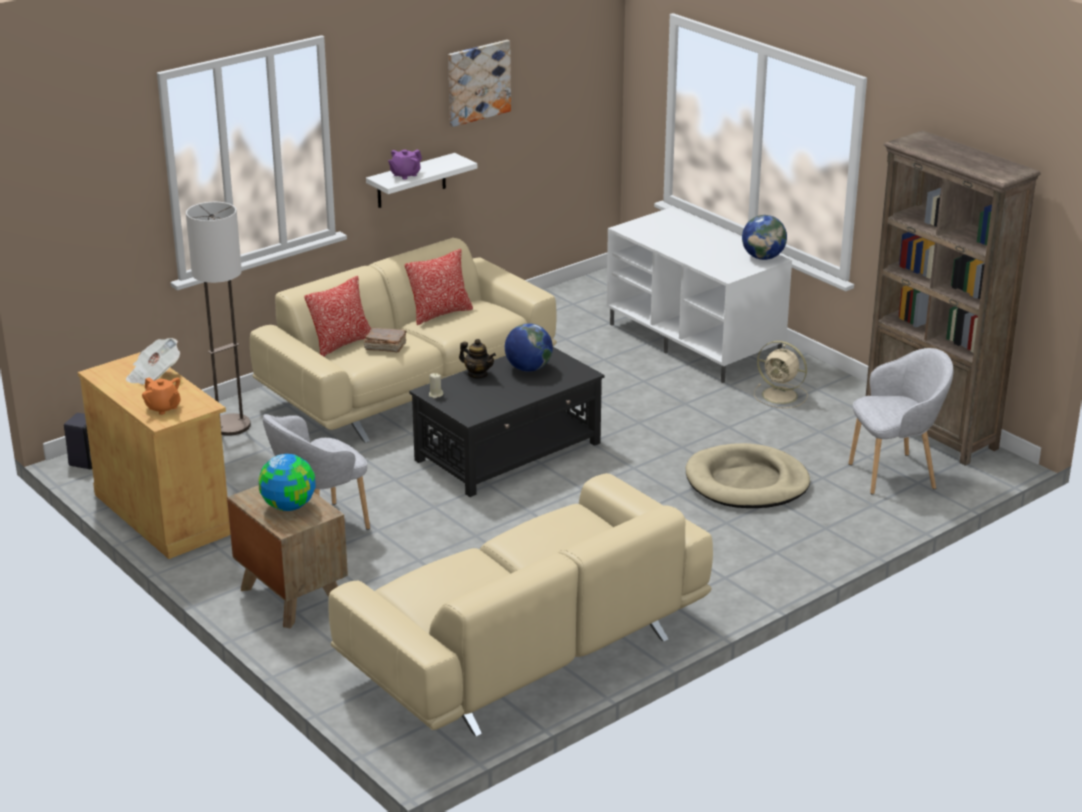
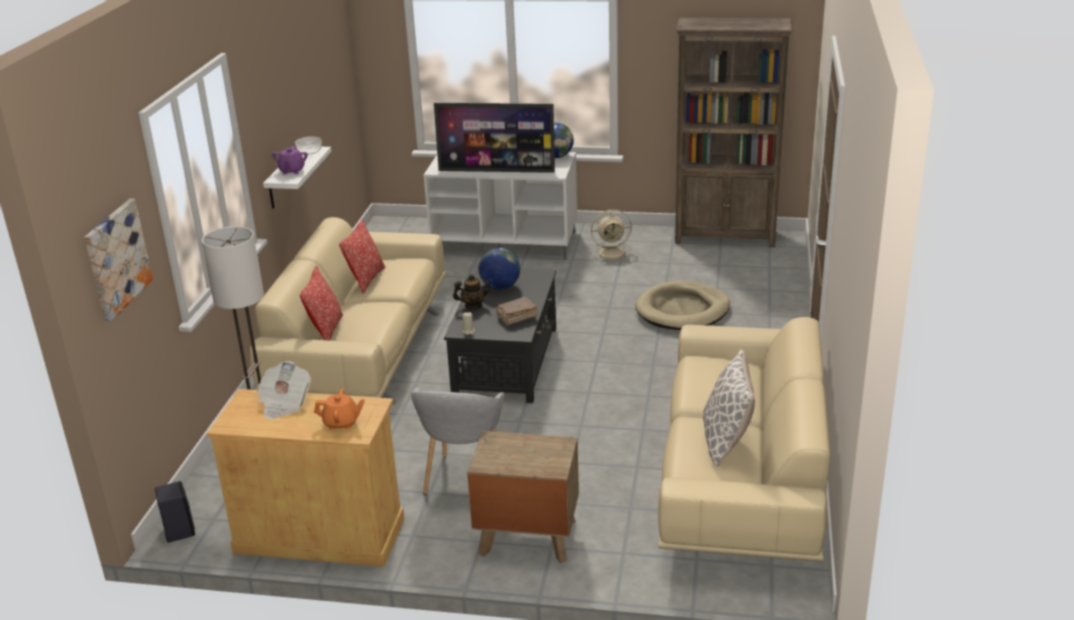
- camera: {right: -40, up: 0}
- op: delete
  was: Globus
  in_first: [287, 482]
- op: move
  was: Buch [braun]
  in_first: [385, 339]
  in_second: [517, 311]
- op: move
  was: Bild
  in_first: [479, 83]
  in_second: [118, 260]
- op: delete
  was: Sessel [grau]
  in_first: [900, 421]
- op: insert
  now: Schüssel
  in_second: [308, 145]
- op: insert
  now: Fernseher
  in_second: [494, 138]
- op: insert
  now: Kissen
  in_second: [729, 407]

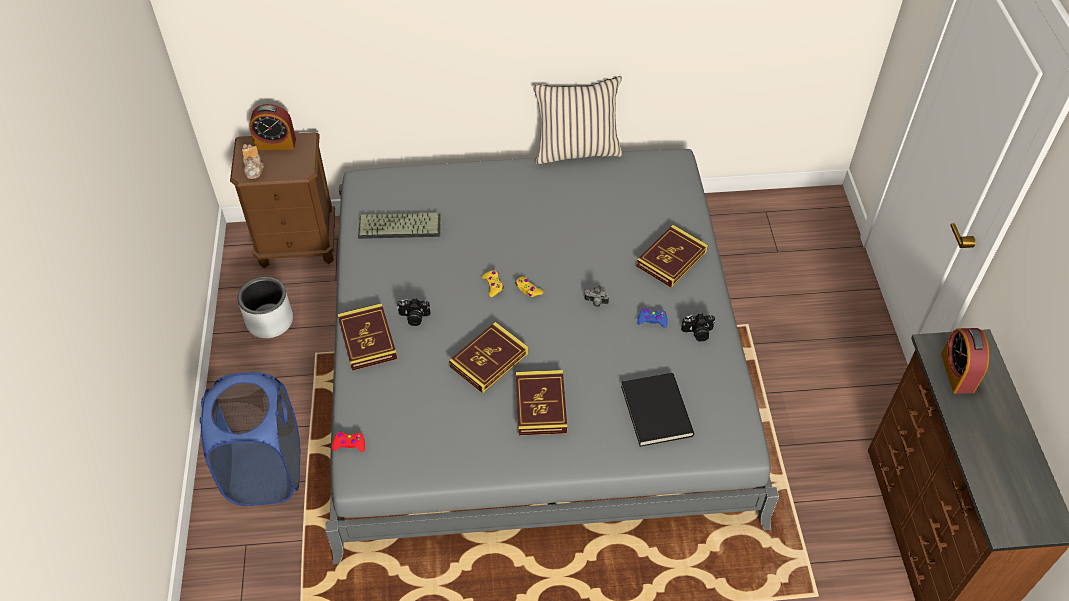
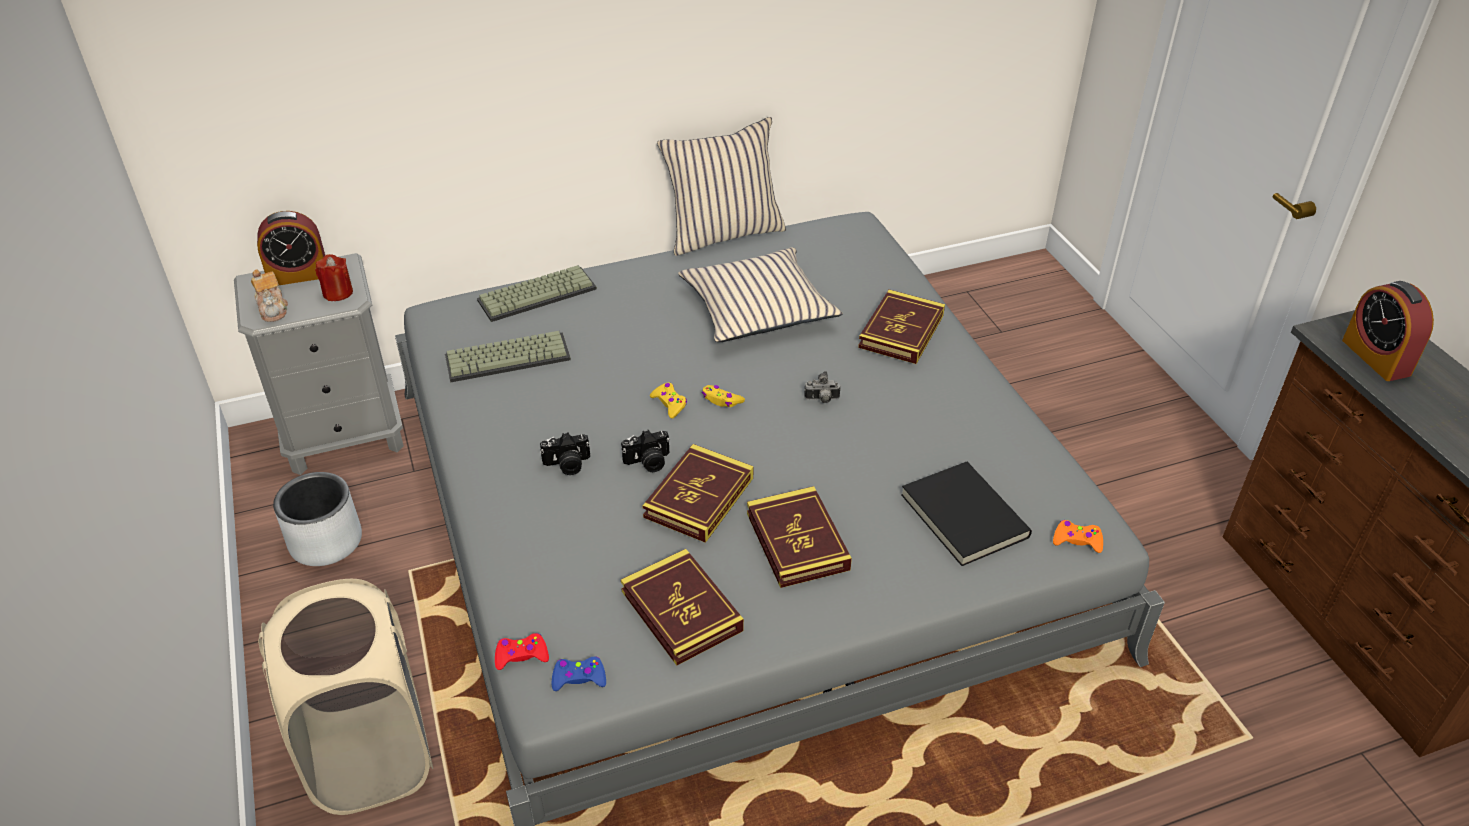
- camera: {right: -15, up: -10}
- op: recolor
  was: Wäschekorb [blau]
  now: Wäschekorb [beige]
  in_first: [250, 439]
  in_second: [345, 697]
- op: recolor
  was: Nachttisch [braun]
  now: Nachttisch [grau]
  in_first: [282, 200]
  in_second: [319, 364]
- op: move
  was: Buch
  in_first: [367, 337]
  in_second: [682, 607]
- op: move
  was: Gamepad [blau]
  in_first: [652, 318]
  in_second: [579, 674]
- op: move
  was: Kamera
  in_first: [698, 327]
  in_second: [645, 451]
- op: insert
  now: Kerze [rot]
  in_second: [334, 277]
- op: insert
  now: Tastatur
  in_second: [537, 293]
- op: insert
  now: Kissen [beige]
  in_second: [760, 294]
- op: insert
  now: Gamepad [orange]
  in_second: [1078, 536]

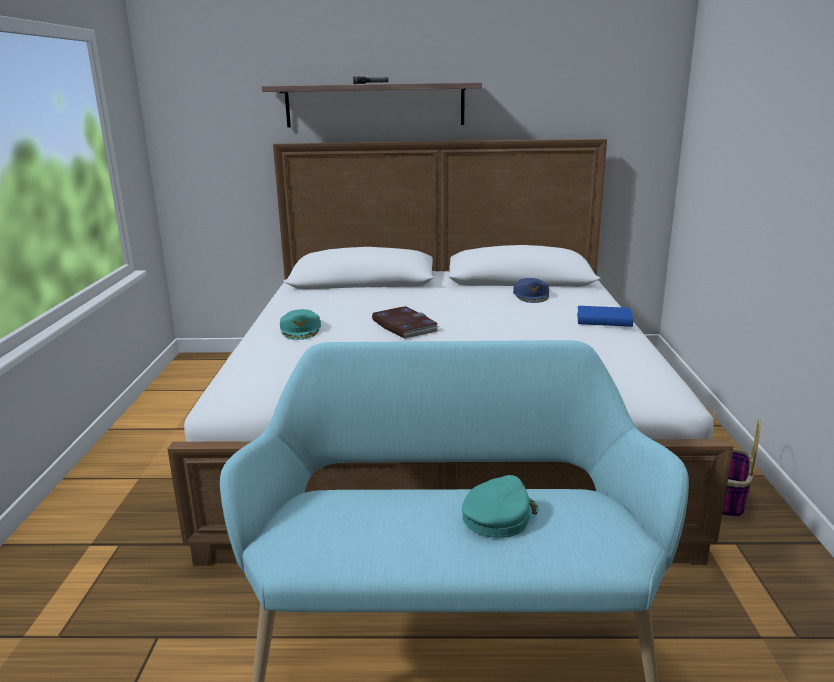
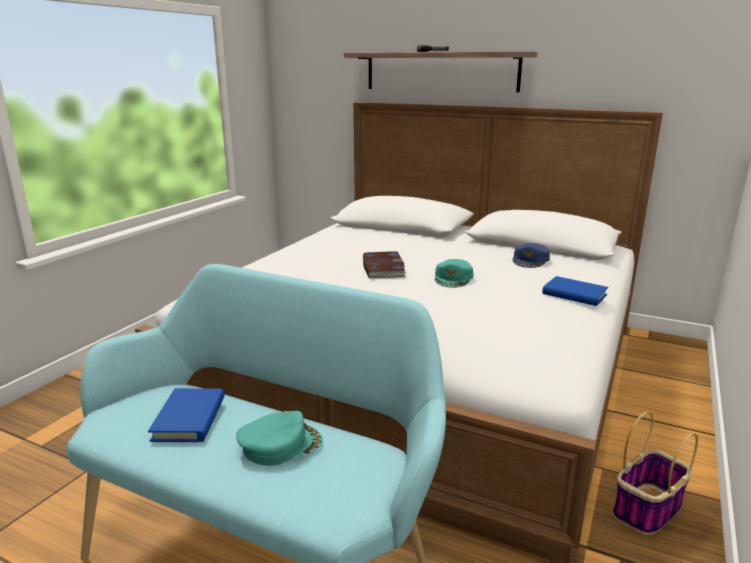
- camera: {right: 25, up: 0}
- op: move
  was: Kappe [türkis]
  in_first: [300, 324]
  in_second: [454, 273]
- op: insert
  now: Buch [blau]
  in_second: [186, 415]

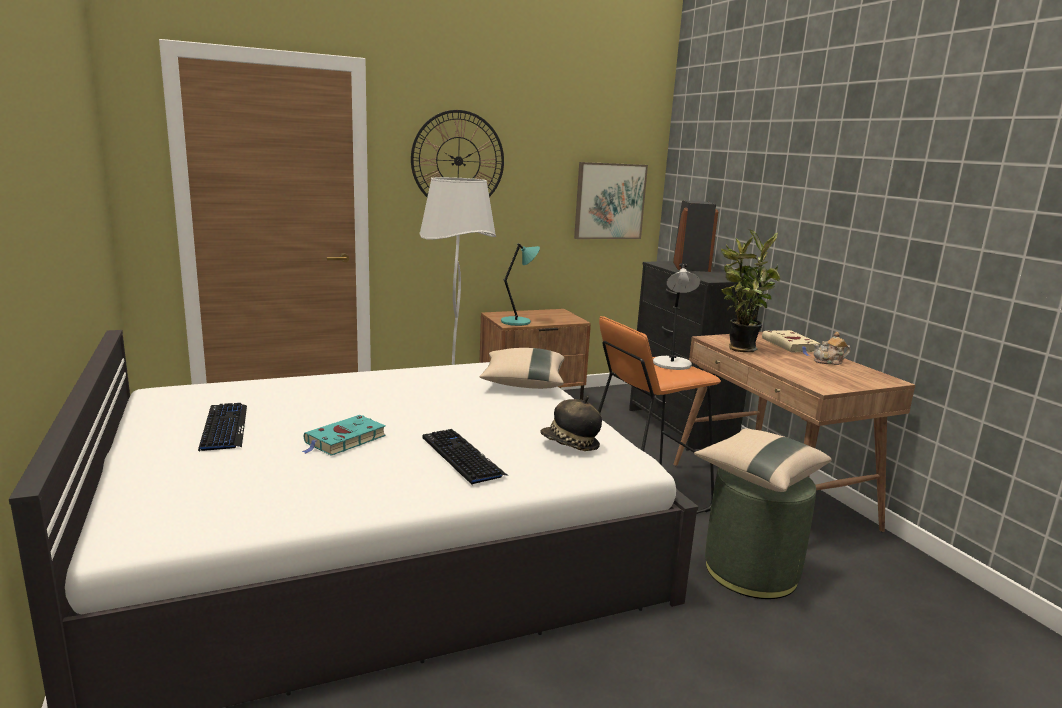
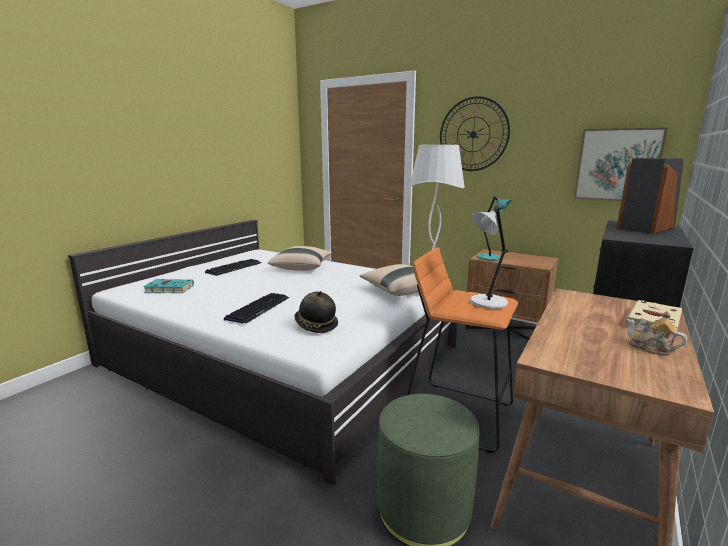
- camera: {right: 55, up: 0}
- op: move
  was: Buch [türkis]
  in_first: [344, 435]
  in_second: [168, 286]
- op: move
  was: Kissen [beige]
  in_first: [763, 460]
  in_second: [300, 258]
- op: delete
  was: Topfpflanze
  in_first: [750, 290]

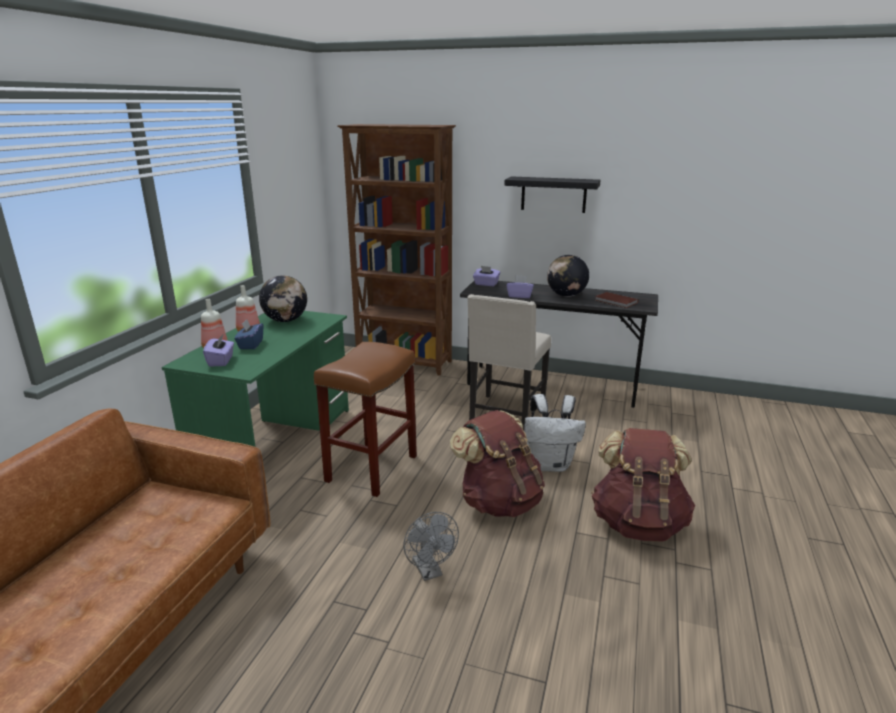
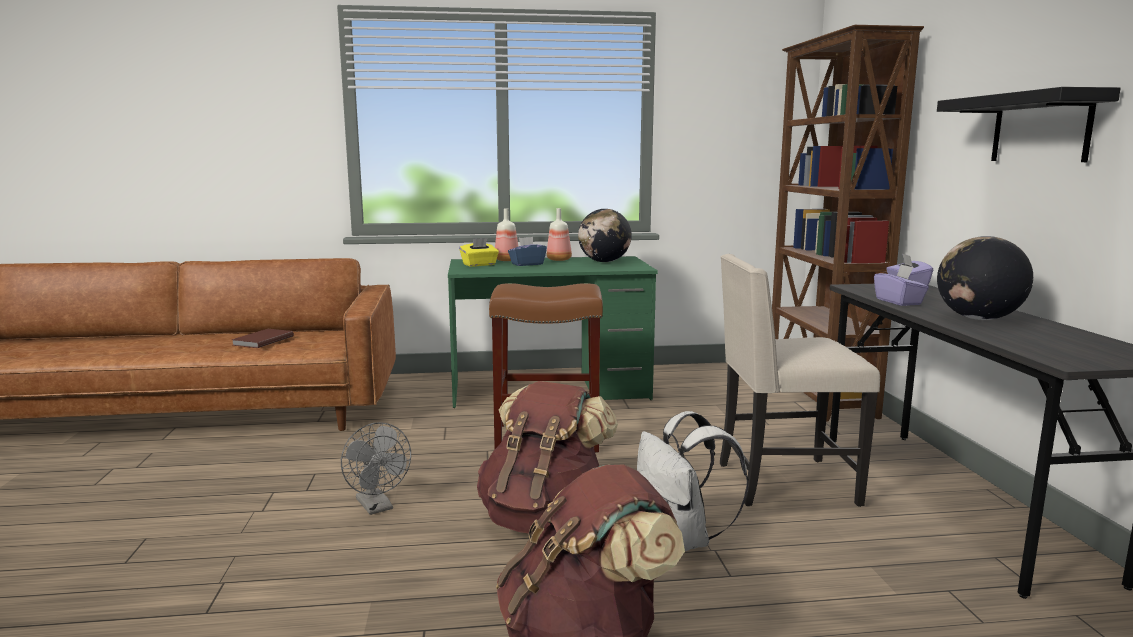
- camera: {right: 65, up: -10}
- op: recolor
  was: Taschentuchbox [lila]
  now: Taschentuchbox [gelb]
  in_first: [218, 350]
  in_second: [479, 252]
- op: rotate
  was: Ventilator [grau]
  in_first: [431, 546]
  in_second: [376, 468]
  clockwise: -75
- op: move
  was: Buch [braun]
  in_first: [617, 300]
  in_second: [263, 338]

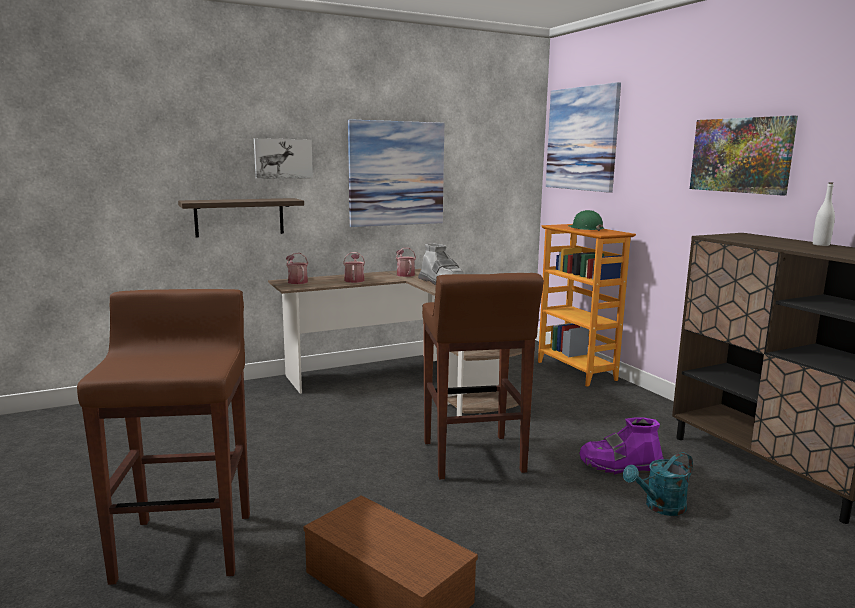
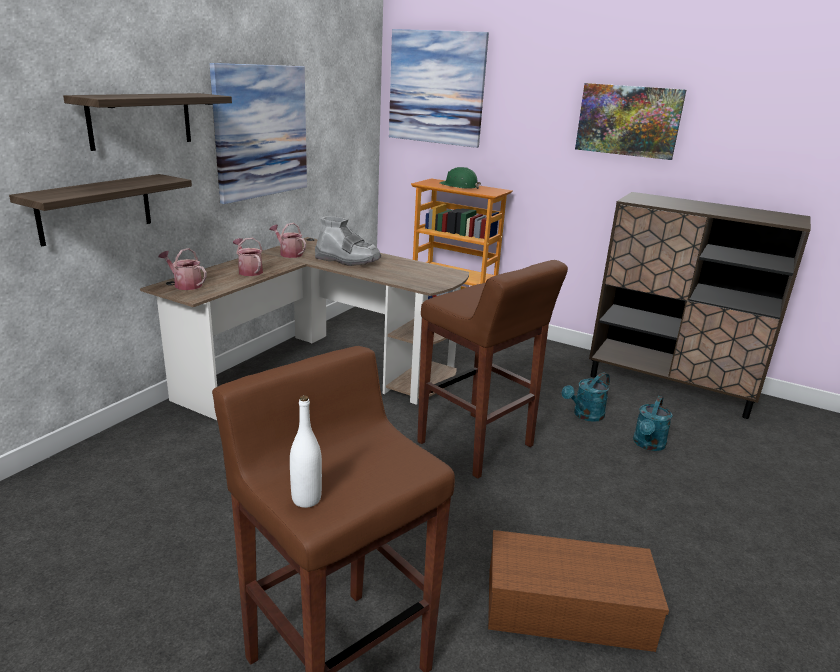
- camera: {right: -35, up: 10}
- op: replace
  was: Bild
  now: Wandregal
  in_first: [283, 158]
  in_second: [147, 122]
- op: replace
  was: Stiefel [lila]
  now: Gießkanne [türkis]
  in_first: [621, 446]
  in_second: [586, 397]
- op: move
  was: Flasche [weiß]
  in_first: [824, 214]
  in_second: [306, 451]

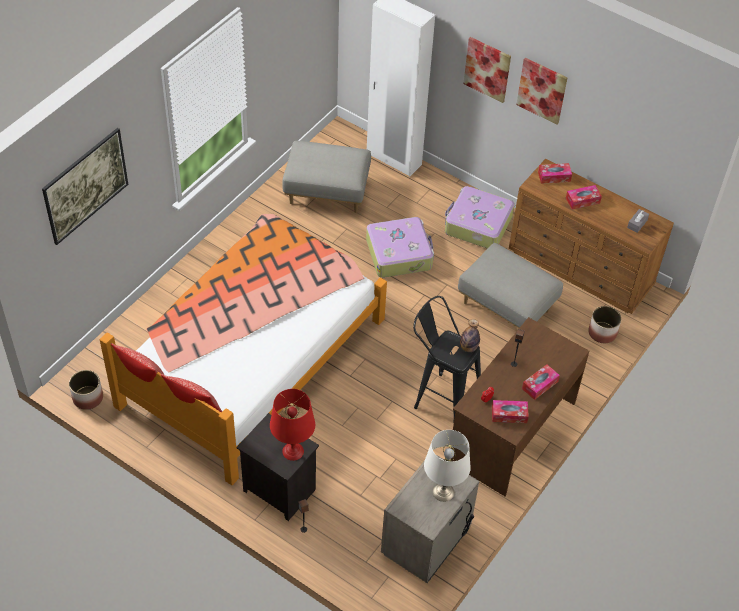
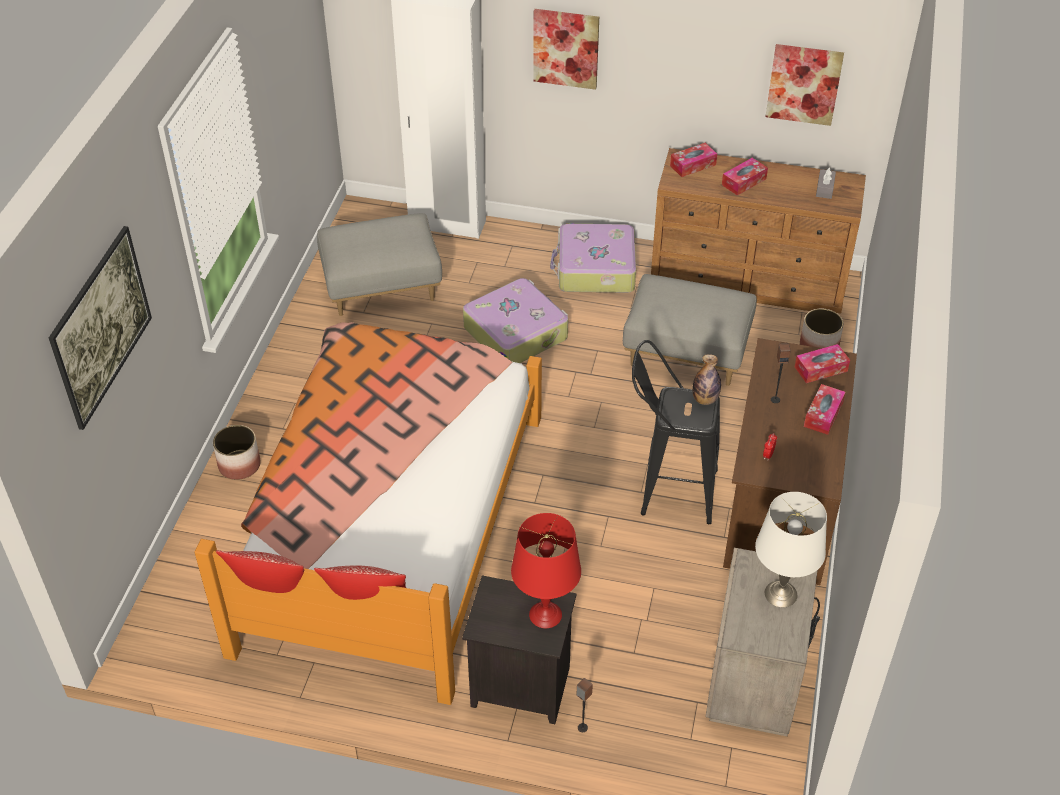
- camera: {right: -20, up: -5}
- op: move
  was: Pflanzkübel
  in_first: [86, 390]
  in_second: [236, 452]
- op: move
  was: Taschentuchbox
  in_first: [510, 411]
  in_second: [822, 363]
- op: move
  was: Bild
  in_first: [542, 91]
  in_second: [805, 85]

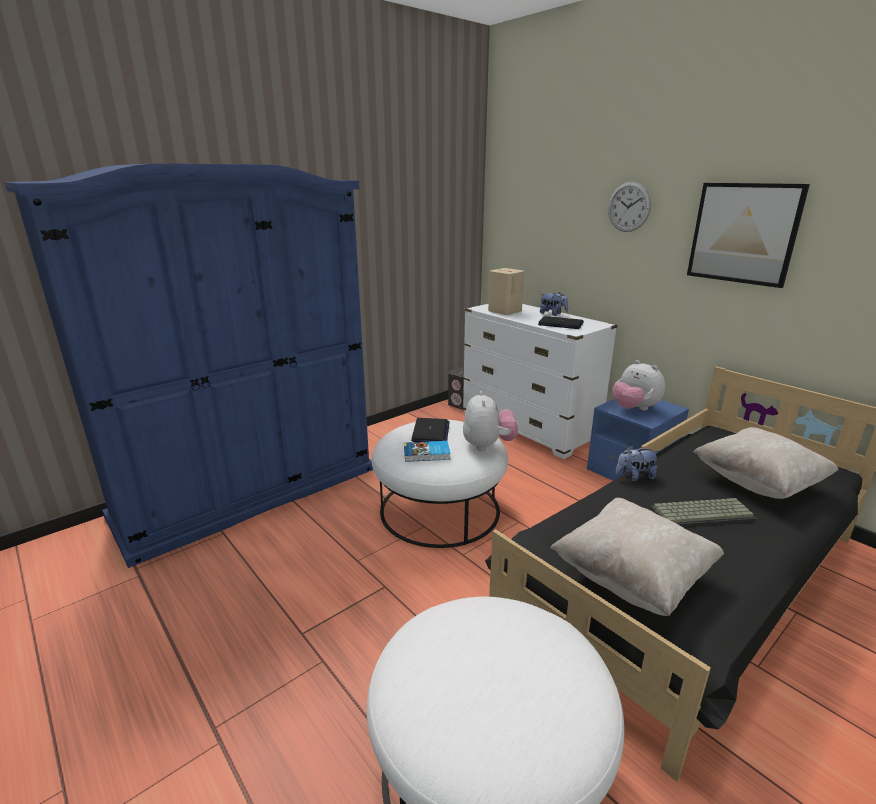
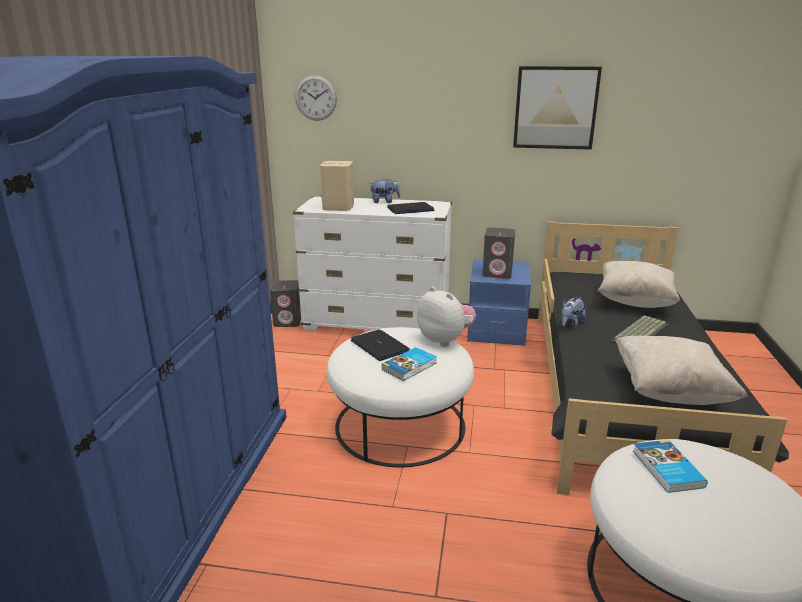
- camera: {right: -40, up: 0}
- op: move
  was: Wanduhr
  in_first: [629, 207]
  in_second: [316, 98]
- op: replace
  was: Plüschtier
  now: Lautsprecher [grau]
  in_first: [639, 385]
  in_second: [498, 253]
- op: insert
  now: Buch
  in_second: [670, 466]

